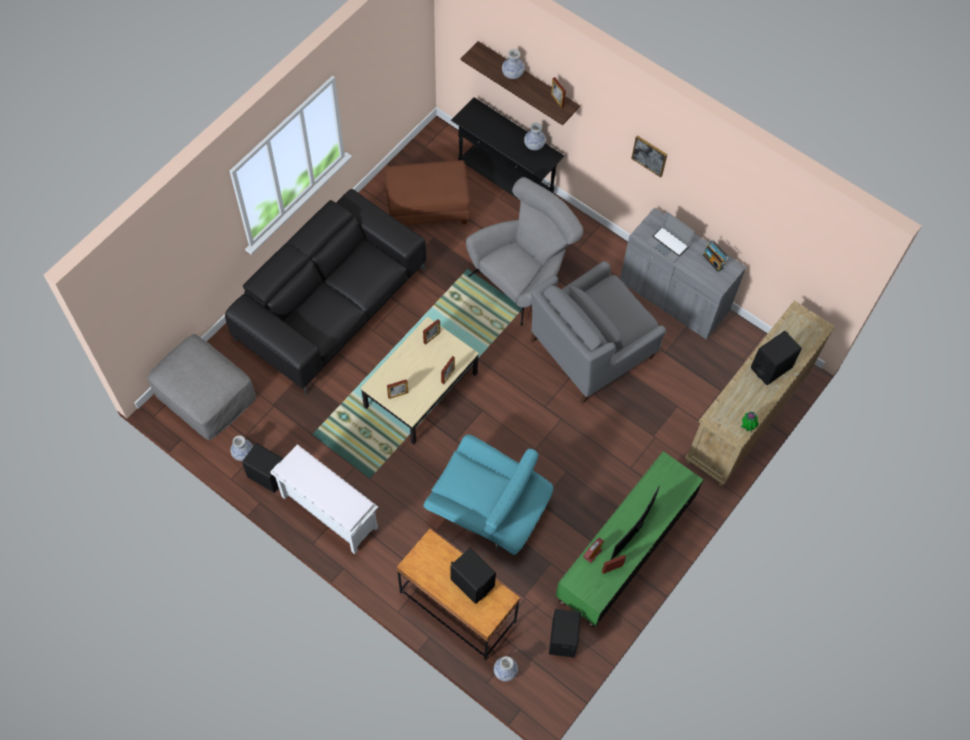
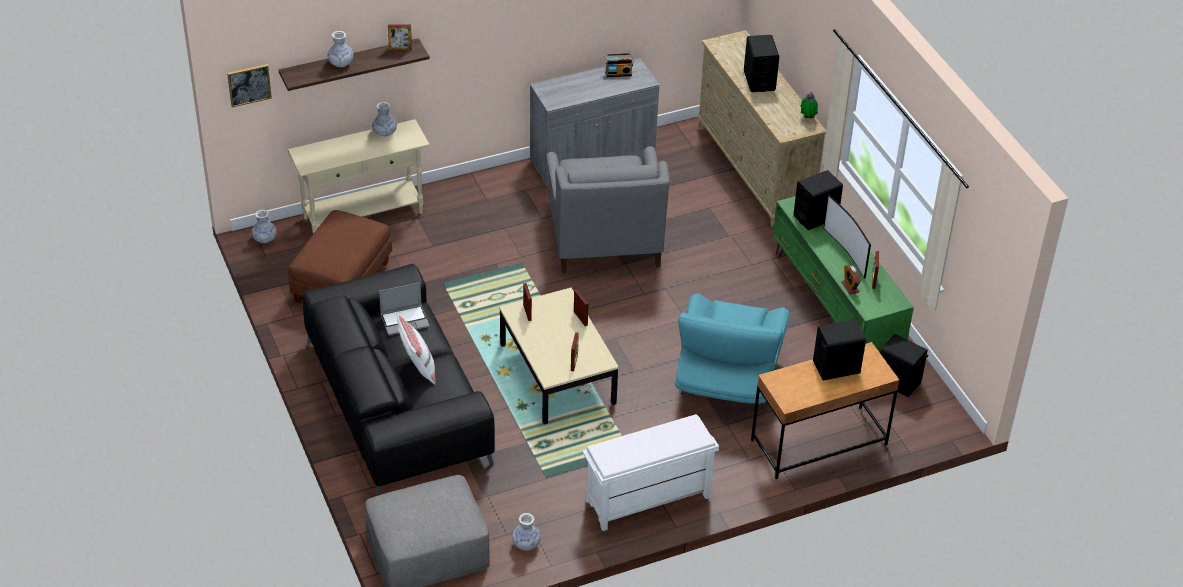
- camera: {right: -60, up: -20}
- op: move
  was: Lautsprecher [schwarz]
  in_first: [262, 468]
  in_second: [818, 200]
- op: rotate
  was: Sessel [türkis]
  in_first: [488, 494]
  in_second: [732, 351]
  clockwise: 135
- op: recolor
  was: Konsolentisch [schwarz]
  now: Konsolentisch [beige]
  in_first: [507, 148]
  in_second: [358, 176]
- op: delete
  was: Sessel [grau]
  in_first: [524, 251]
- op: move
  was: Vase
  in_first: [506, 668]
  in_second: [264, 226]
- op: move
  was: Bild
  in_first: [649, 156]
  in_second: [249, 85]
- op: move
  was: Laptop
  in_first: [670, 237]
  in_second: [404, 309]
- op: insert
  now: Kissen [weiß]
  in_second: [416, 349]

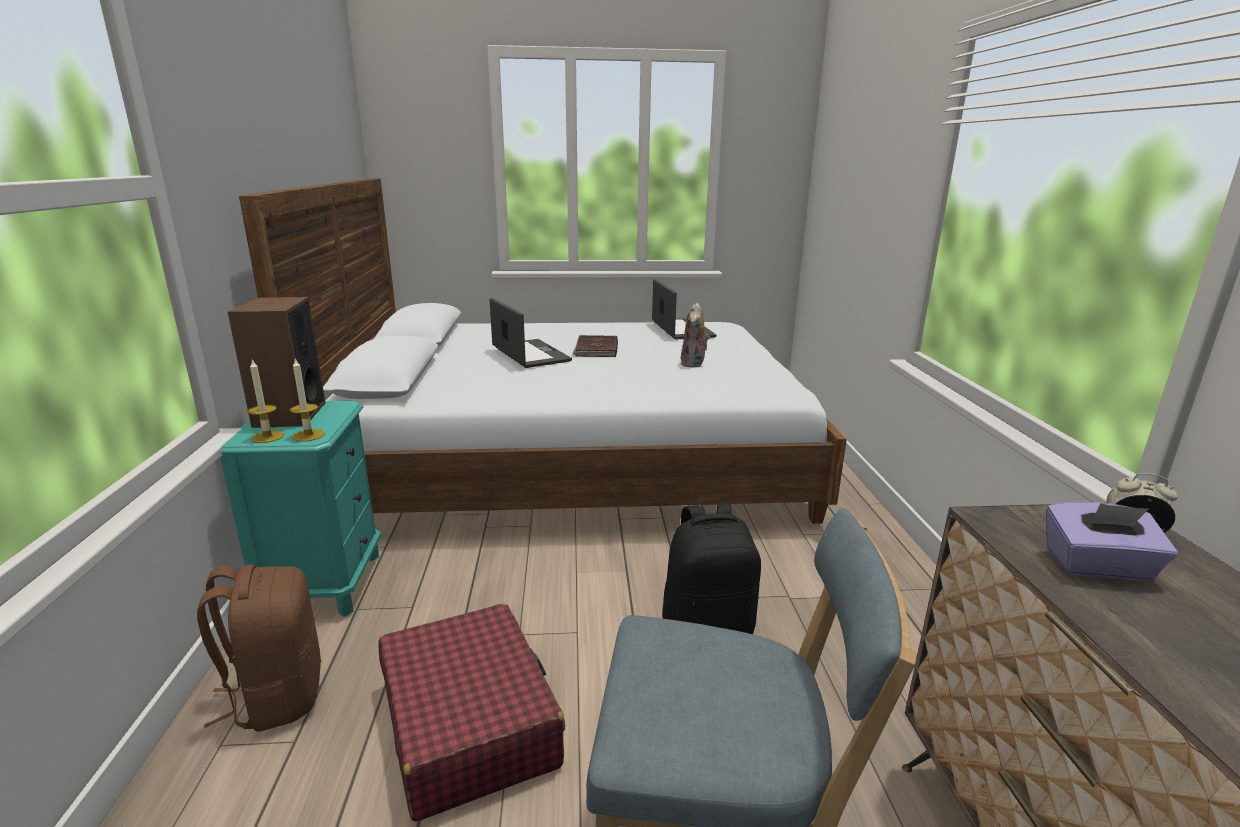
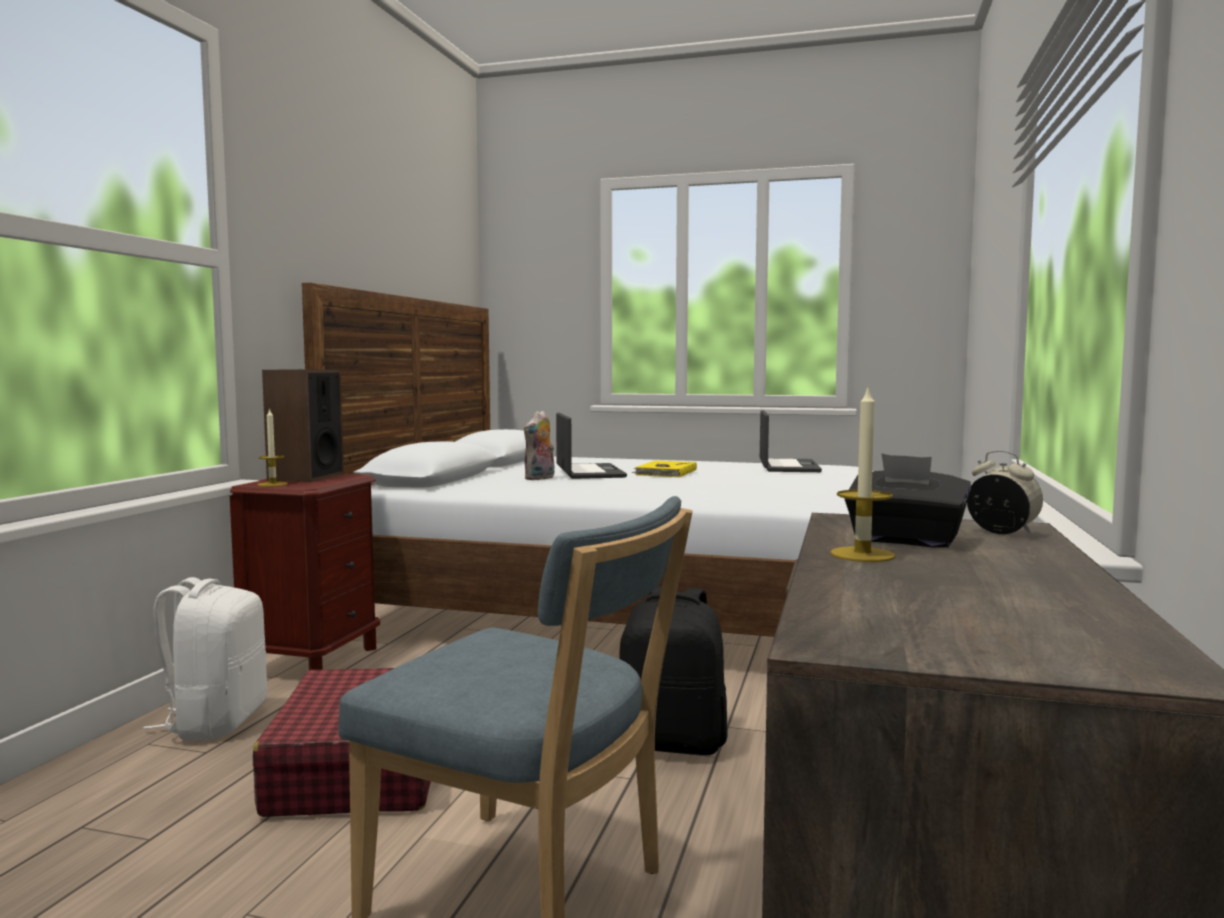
- camera: {right: 20, up: -15}
- op: recolor
  was: Rucksack [braun]
  now: Rucksack [weiß]
  in_first: [259, 648]
  in_second: [205, 658]
- op: recolor
  was: Nachttisch [türkis]
  now: Nachttisch [braun]
  in_first: [300, 509]
  in_second: [305, 572]
- op: move
  was: Kerze
  in_first: [307, 399]
  in_second: [863, 473]
- op: recolor
  was: Buch [braun]
  now: Buch [gelb]
  in_first: [595, 346]
  in_second: [664, 469]
- op: move
  was: Plüschtier
  in_first: [695, 335]
  in_second: [539, 445]
- op: recolor
  was: Taschentuchbox [lila]
  now: Taschentuchbox [schwarz]
  in_first: [1112, 541]
  in_second: [908, 500]

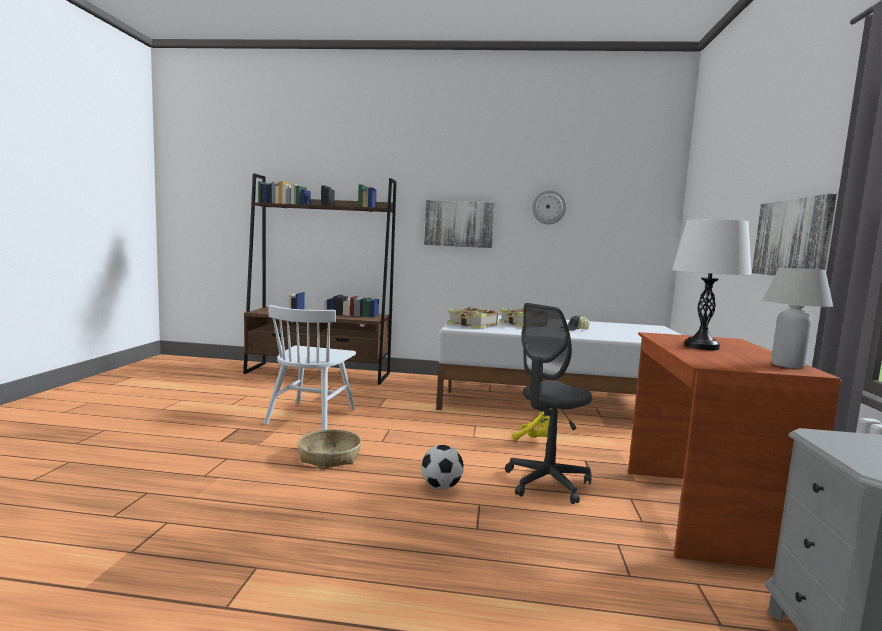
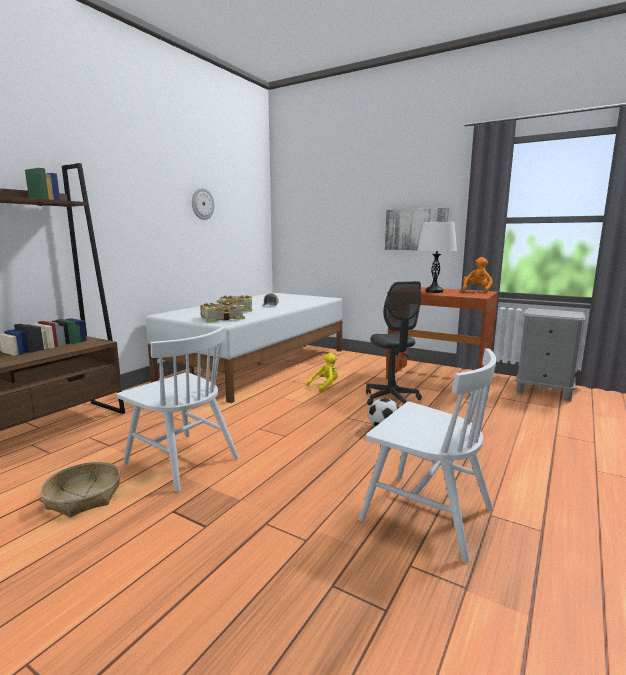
- camera: {right: -65, up: 5}
- op: move
  was: Korb
  in_first: [330, 449]
  in_second: [80, 490]
- op: delete
  was: Bild
  in_first: [459, 224]
- op: replace
  was: Tischlampe [weiß]
  now: Plüschtier [orange]
  in_first: [798, 318]
  in_second: [477, 275]
- op: insert
  now: Stuhl [weiß]
  in_second: [427, 455]

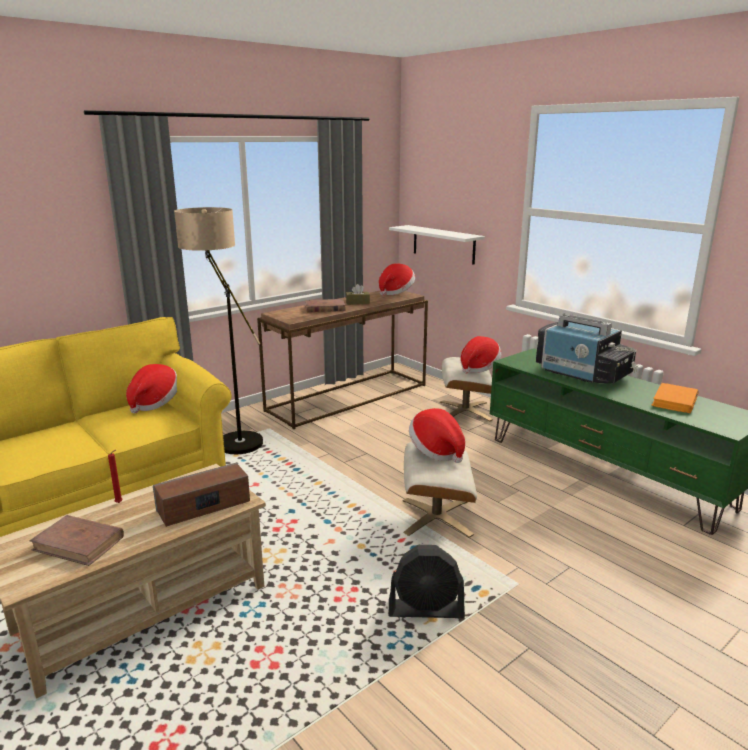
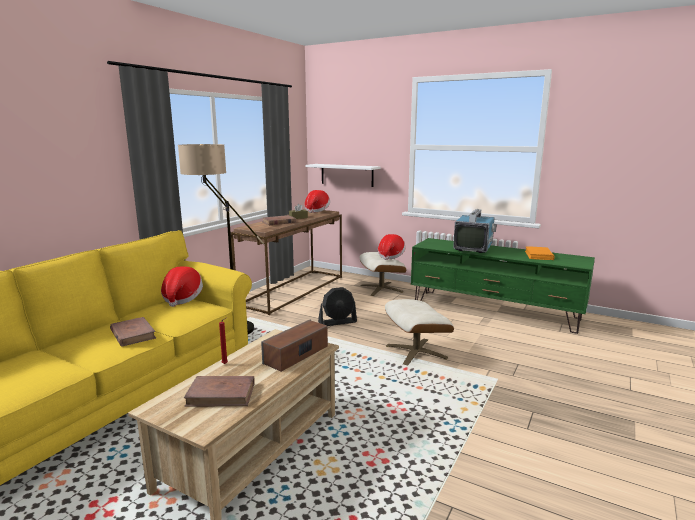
- camera: {right: -20, up: -5}
- op: move
  was: Ventilator [schwarz]
  in_first: [427, 581]
  in_second: [337, 306]
- op: delete
  was: Hut
  in_first: [437, 435]
- op: rotate
  was: Fernseher
  in_first: [587, 348]
  in_second: [475, 231]
  clockwise: -90
- op: insert
  now: Buch [braun]
  in_second: [133, 332]

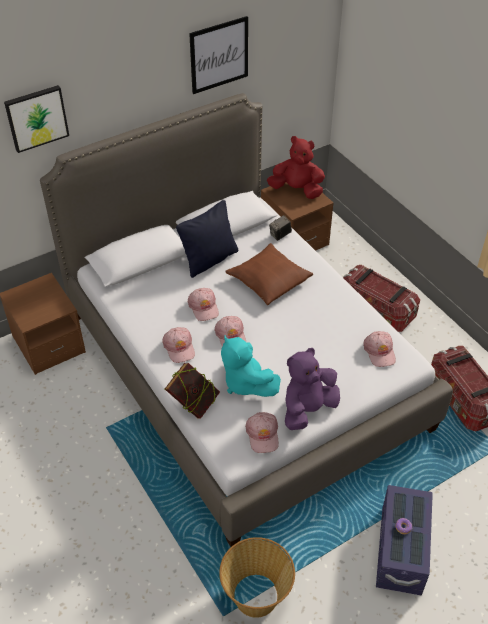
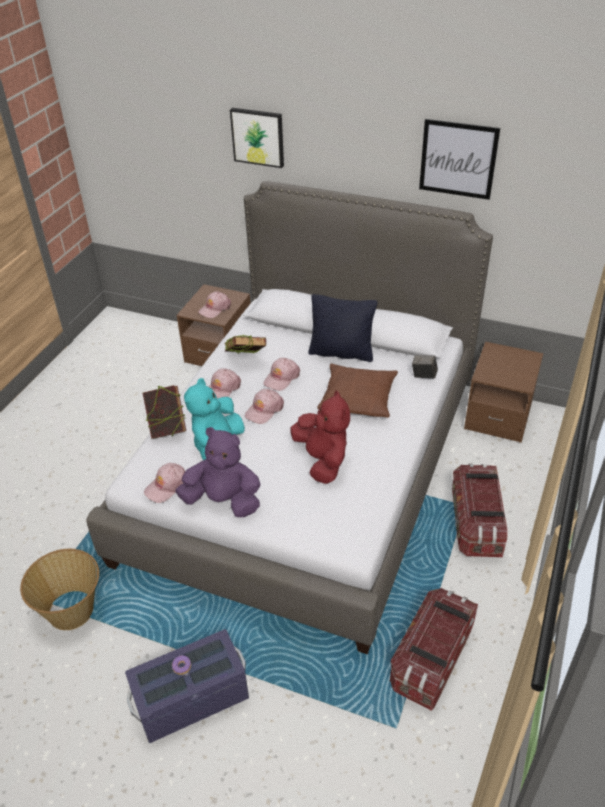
- camera: {right: 55, up: -5}
- op: move
  was: Plüschtier [rot]
  in_first: [296, 167]
  in_second: [320, 437]
- op: move
  was: Kappe [rosa]
  in_first: [379, 349]
  in_second: [214, 304]
- op: insert
  now: Buch
  in_second: [245, 344]

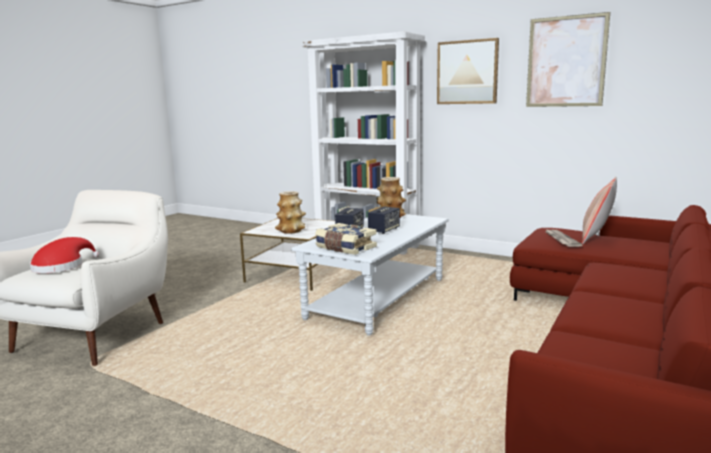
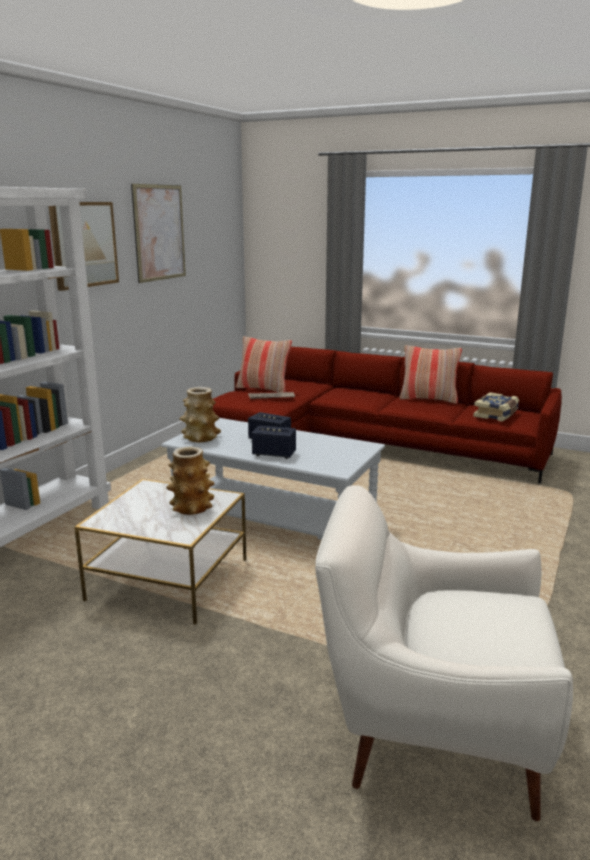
- camera: {right: -95, up: 5}
- op: delete
  was: Hut [rot]
  in_first: [64, 255]
- op: move
  was: Buch
  in_first: [346, 239]
  in_second: [496, 407]
- op: insert
  now: Kissen
  in_second: [430, 374]

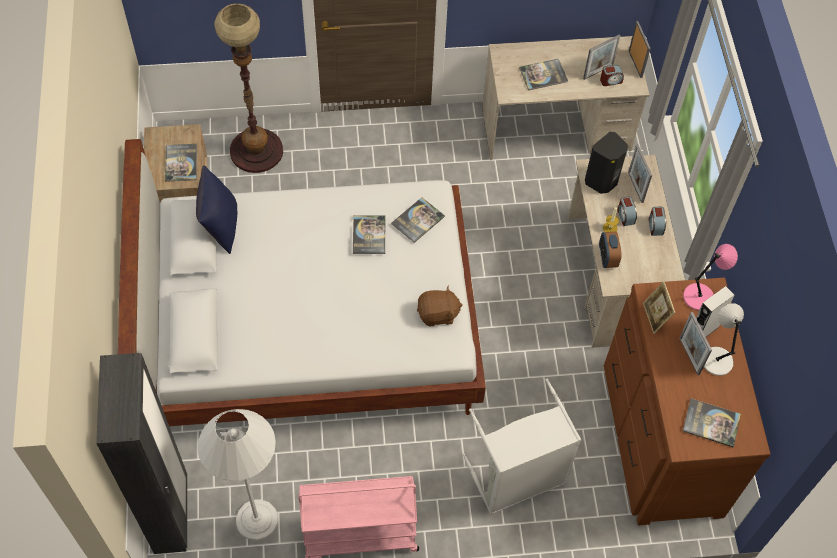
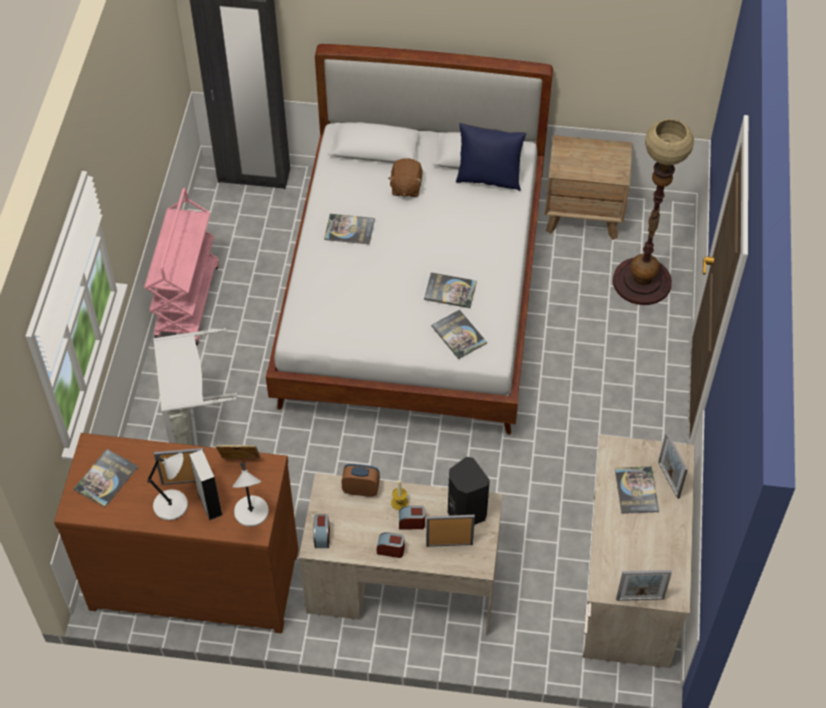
- camera: {right: 105, up: -5}
- op: move
  was: Buch
  in_first: [181, 163]
  in_second: [349, 229]
- op: delete
  was: Stehlampe [weiß]
  in_first: [238, 475]
- op: move
  was: Plüschtier [braun]
  in_first: [440, 305]
  in_second: [405, 177]
- op: move
  was: Bilderrahmen
  in_first: [601, 57]
  in_second: [673, 465]
- op: move
  was: Wecker
  in_first: [612, 75]
  in_second: [321, 531]
- op: recolor
  was: Tischlampe [rosa]
  now: Tischlampe [grau]
  in_first: [710, 277]
  in_second: [250, 494]

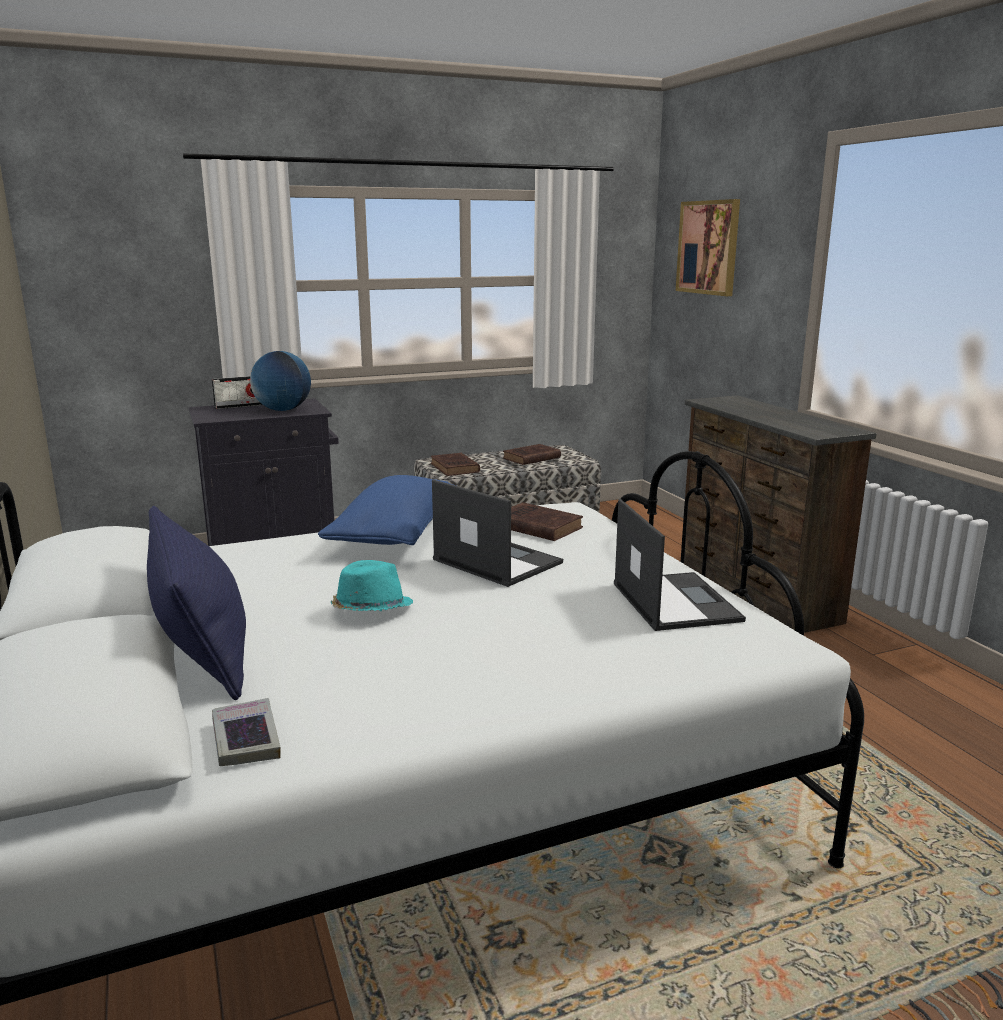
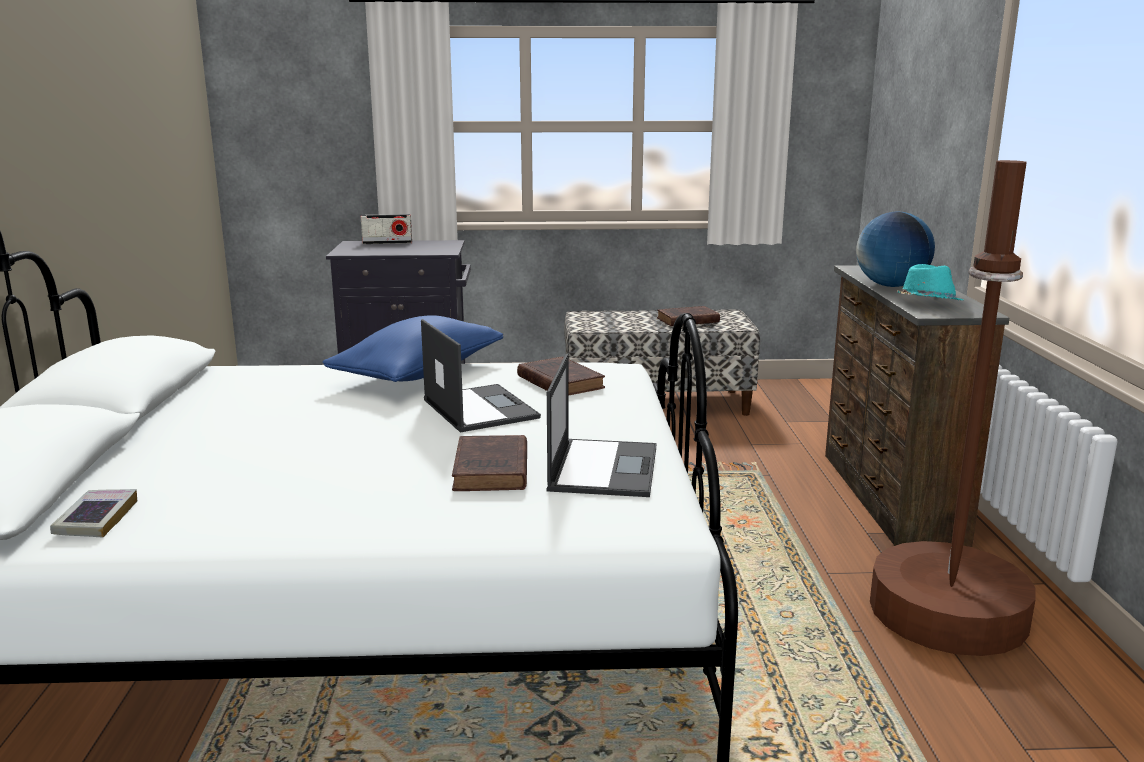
- camera: {right: 20, up: 0}
- op: delete
  was: Kissen [blau]
  in_first: [196, 603]
- op: move
  was: Globus
  in_first: [280, 381]
  in_second: [895, 249]
- op: move
  was: Hut [türkis]
  in_first: [372, 585]
  in_second: [930, 282]
- op: move
  was: Buch [braun]
  in_first: [455, 464]
  in_second: [489, 463]
- op: delete
  was: Bild
  in_first: [708, 247]
- op: insert
  now: Stehlampe [braun]
  in_second: [953, 408]

